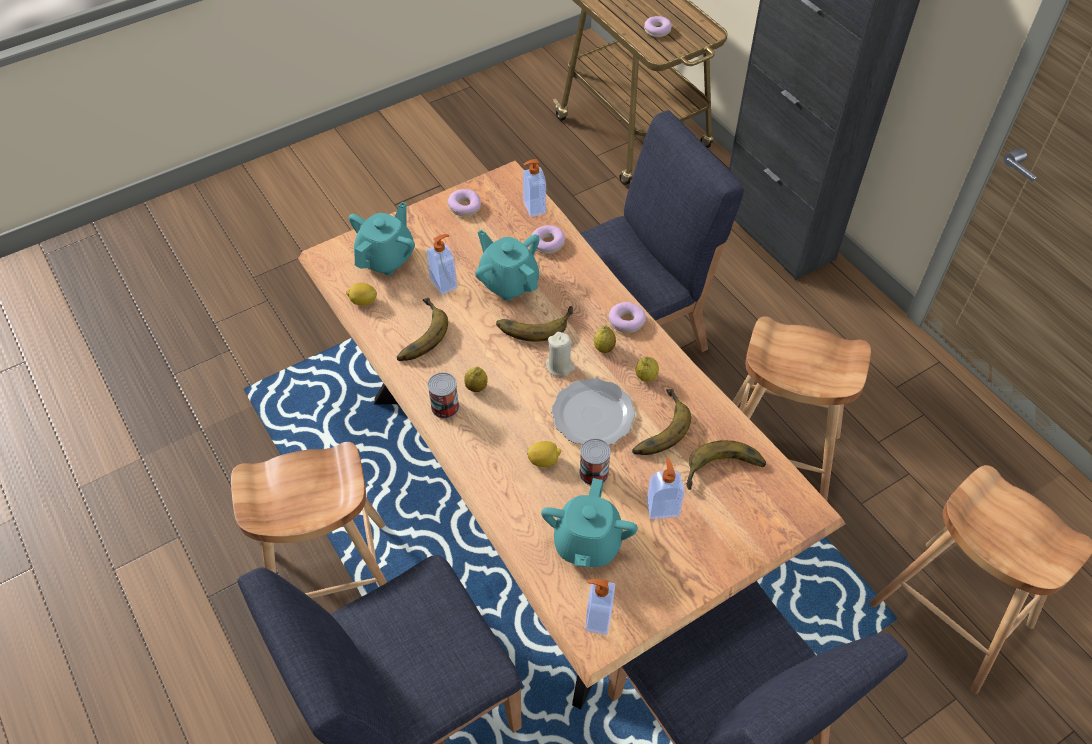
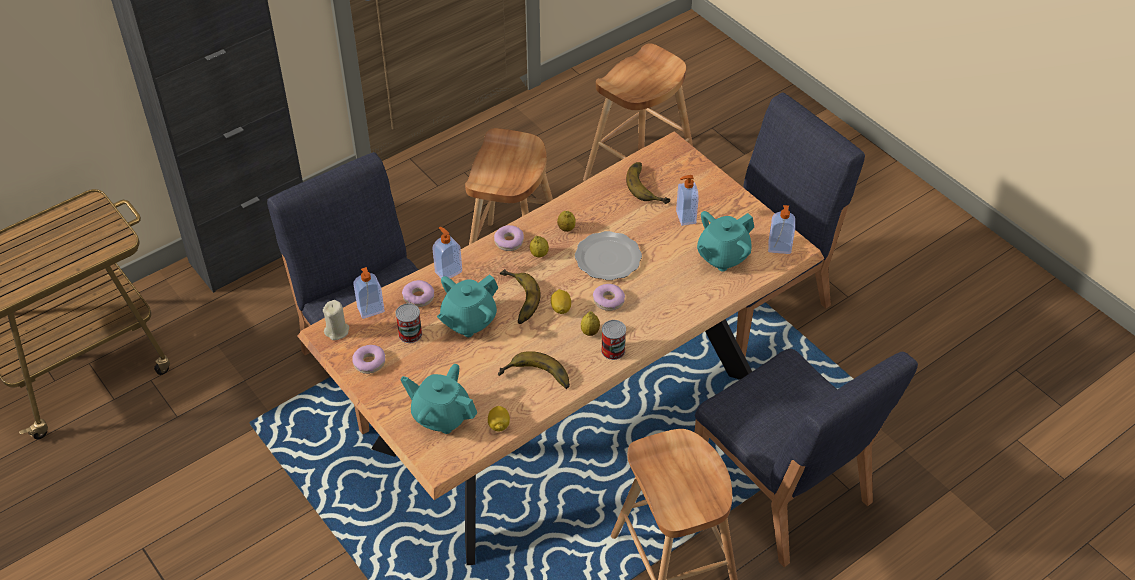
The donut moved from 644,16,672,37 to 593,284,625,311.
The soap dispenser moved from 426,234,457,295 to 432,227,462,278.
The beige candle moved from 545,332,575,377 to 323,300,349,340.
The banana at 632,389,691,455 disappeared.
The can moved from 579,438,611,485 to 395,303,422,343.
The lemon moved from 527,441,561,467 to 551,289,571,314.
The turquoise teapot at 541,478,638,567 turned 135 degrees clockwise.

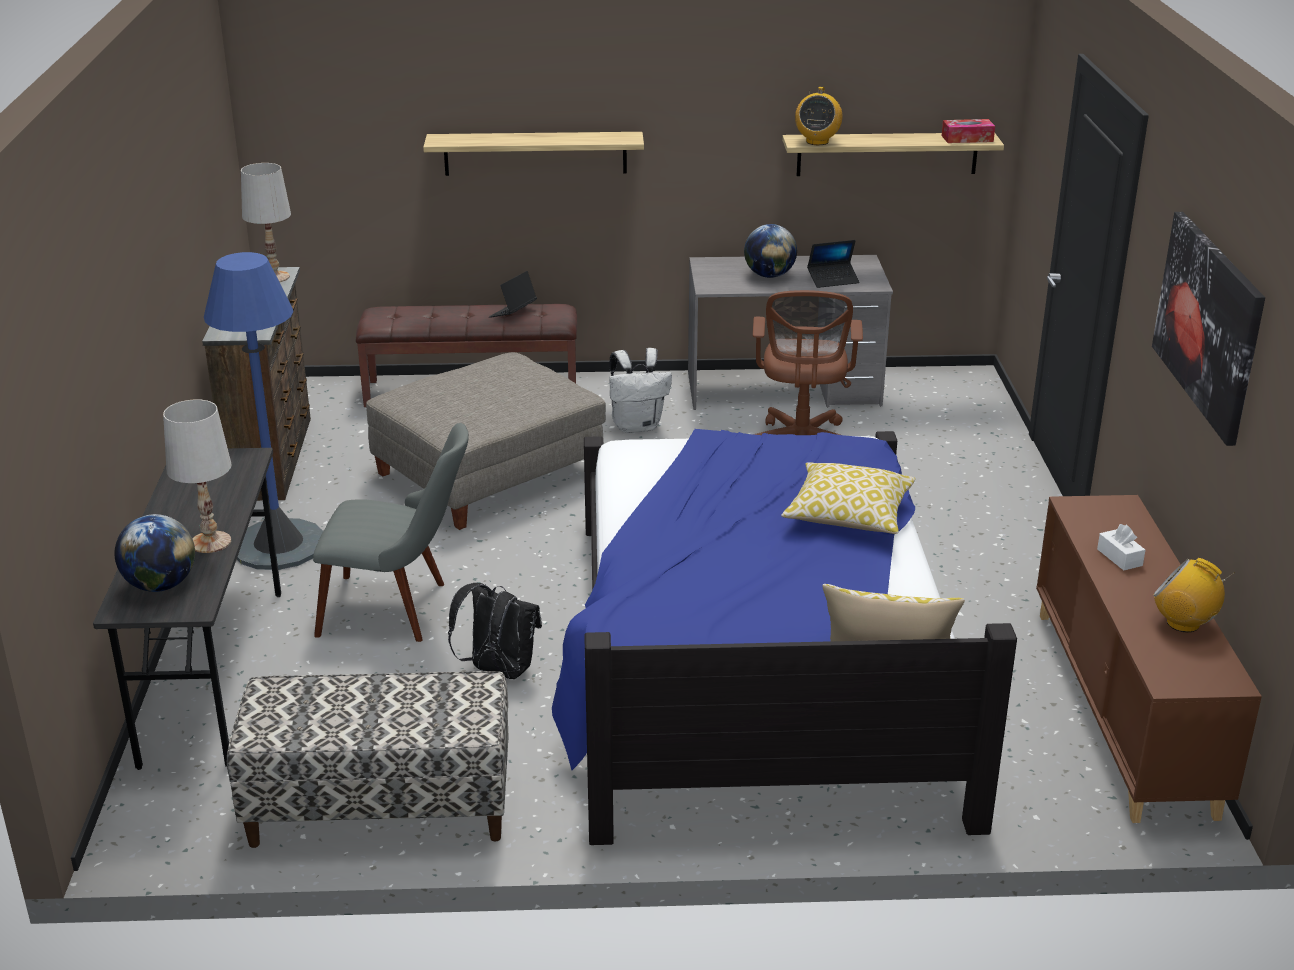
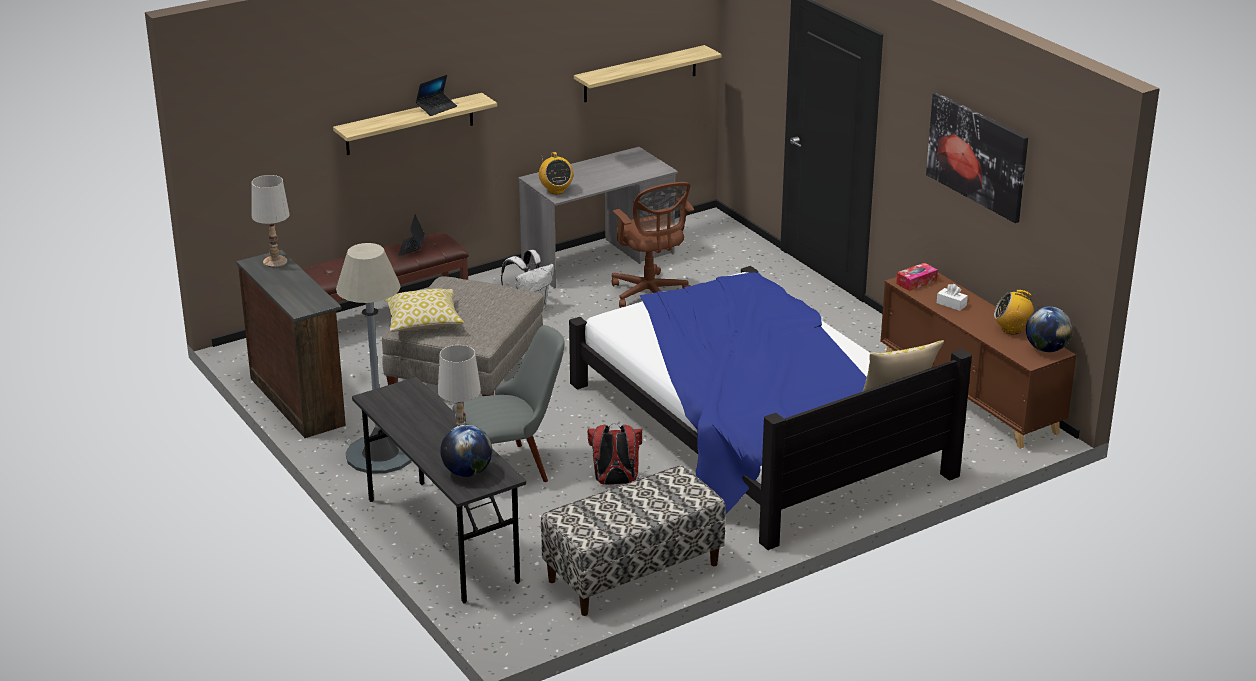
The radio moved from 795,87,843,145 to 539,152,573,194.
The tissue box moved from 942,119,995,143 to 896,263,938,291.
The globe moved from 744,224,797,278 to 1026,307,1072,352.
The laptop moved from 807,240,860,288 to 416,75,457,116.
The blue floor lamp at 204,252,323,570 became the grey floor lamp at 336,243,412,474.
The pillow moved from 781,462,915,534 to 384,288,464,332.
The black backpack at 448,583,542,679 became the red backpack at 587,424,642,485.

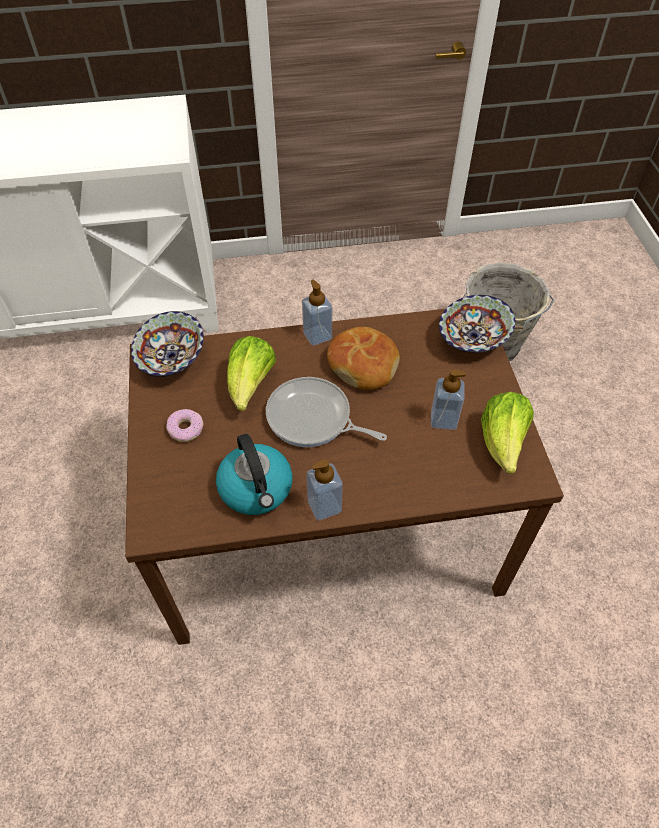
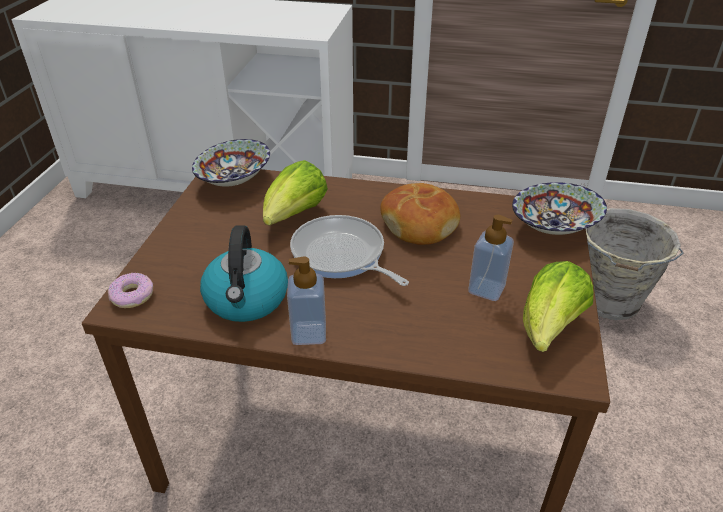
The soap dispenser at 302,280,332,346 disappeared.
The donut moved from 166,409,204,442 to 108,273,153,308.

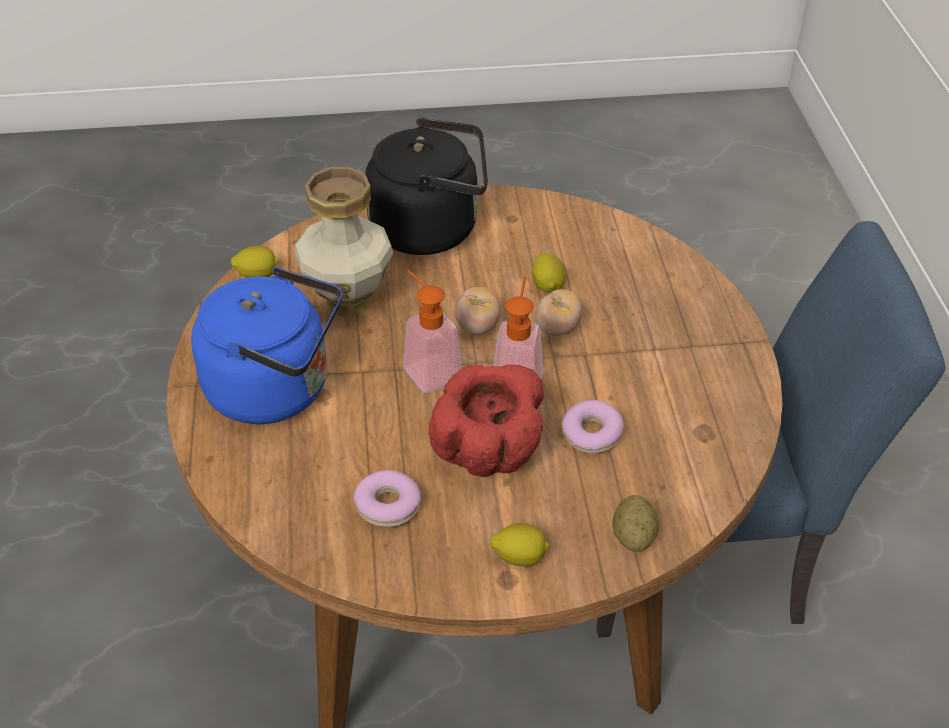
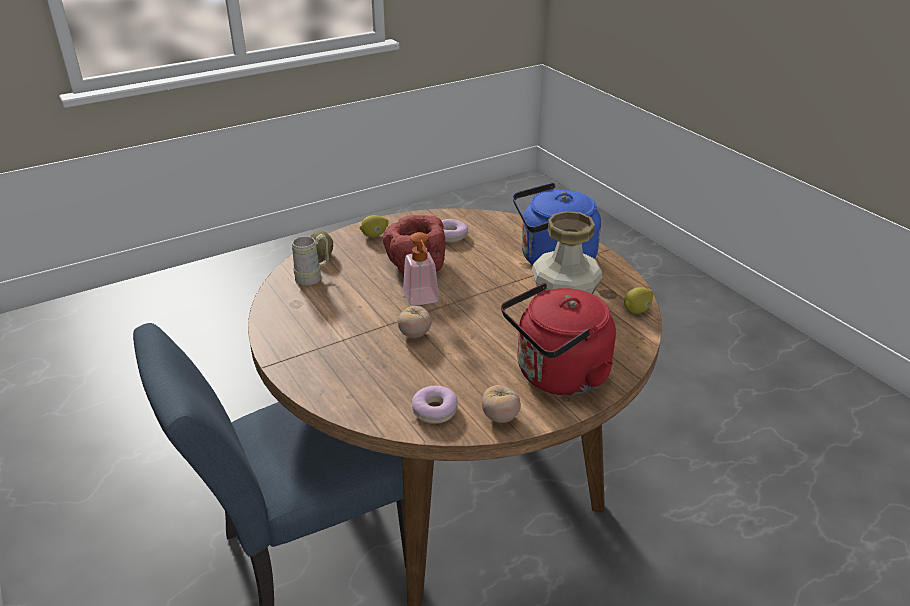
The black kettle at 365,118,488,255 became the red kettle at 501,283,616,396.
The lemon at 532,253,566,293 disappeared.
The soap dispenser at 403,269,462,393 disappeared.
The tomato moved from 454,287,501,335 to 482,385,521,423.
The donut moved from 562,400,624,454 to 412,386,458,424.
The beige mug at 292,234,329,286 appeared.

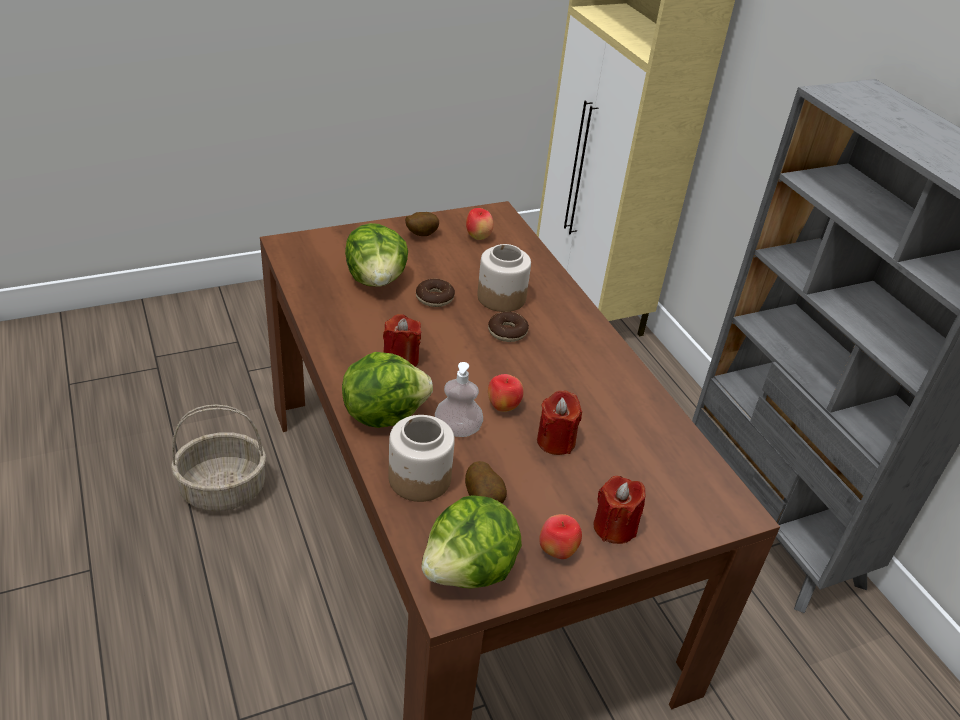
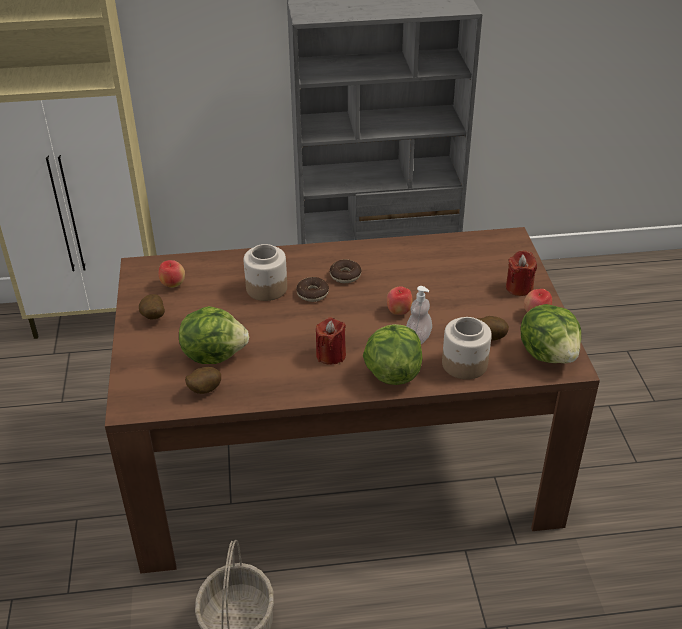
The donut moved from 416,279,455,307 to 330,259,362,283.
The red candle at 537,390,582,455 disappeared.
The potato at 185,367,221,394 appeared.

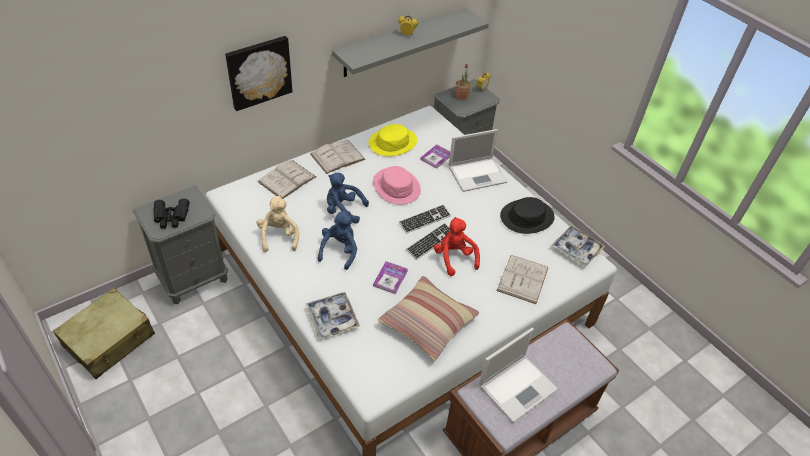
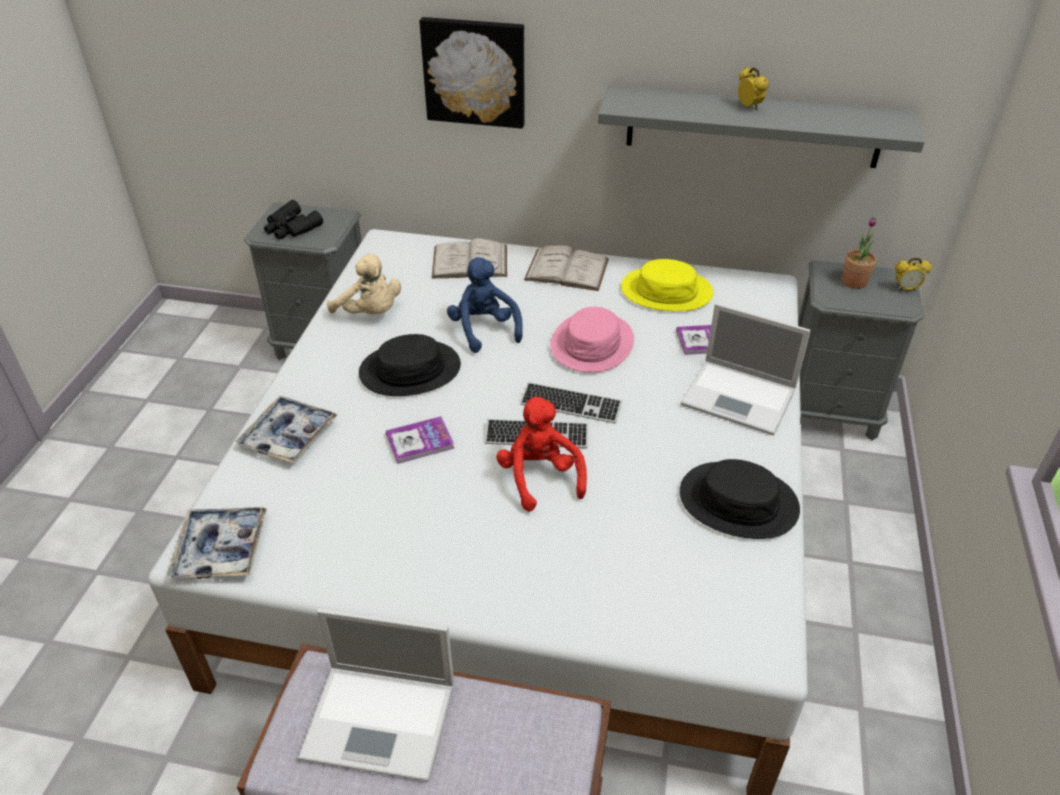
The beige plush toy at 256,195,299,252 turned 90 degrees clockwise.
The blue plush toy at 318,211,357,270 was replaced by the black hat at 359,334,461,396.
The red plush toy at 434,217,480,276 turned 45 degrees counterclockwise.
The tray moved from 552,226,605,266 to 167,507,267,579.
The white book at 497,255,549,304 disappeared.
The pillow at 378,276,479,361 disappeared.
The beige suitcase at 53,288,155,379 disappeared.

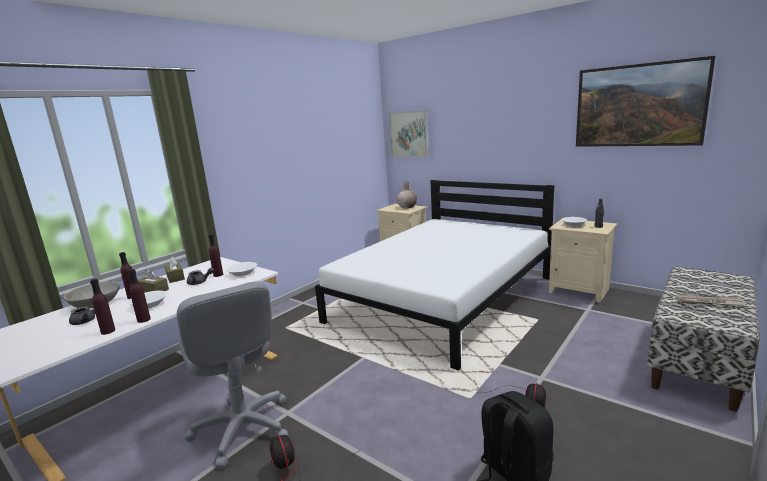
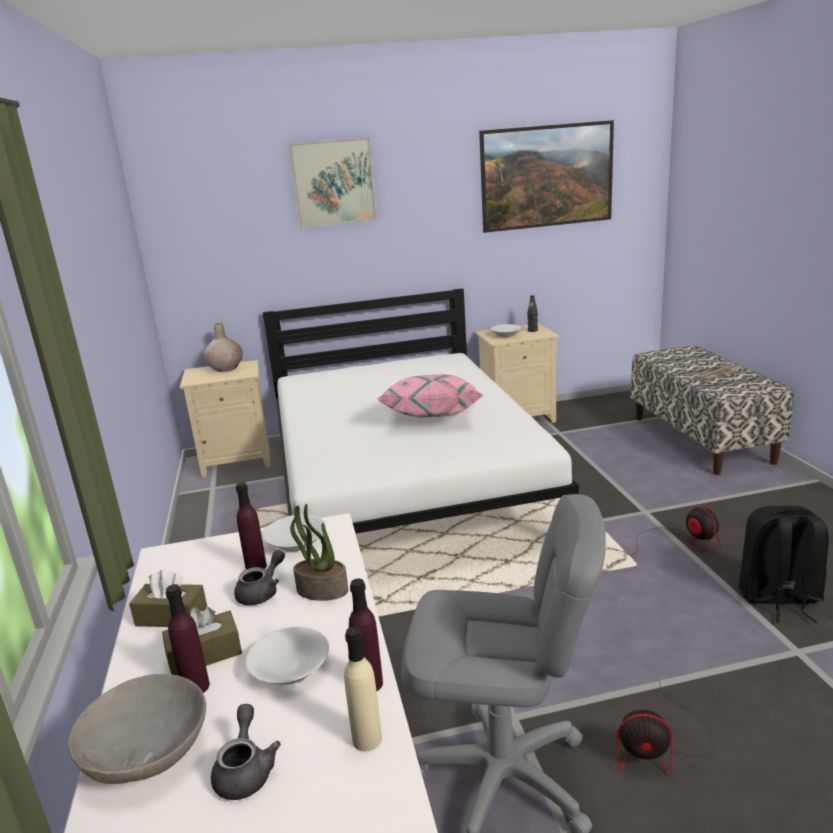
The picture moved from 389,110,429,157 to 288,137,377,228.
The purple bottle at 90,279,115,335 became the beige bottle at 344,626,382,752.
The pink pillow at 378,374,483,417 appeared.
The potted plant at 290,504,348,601 appeared.

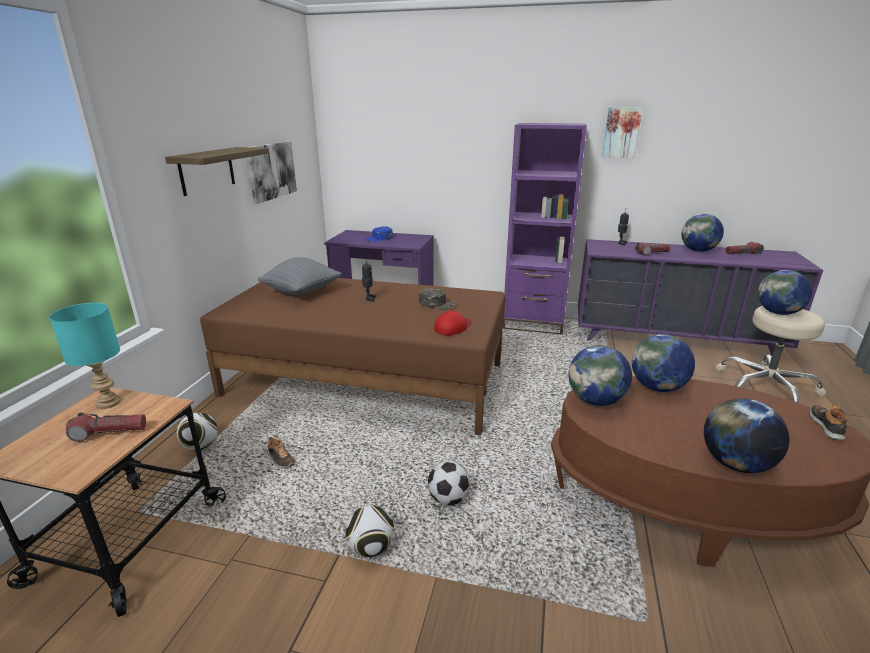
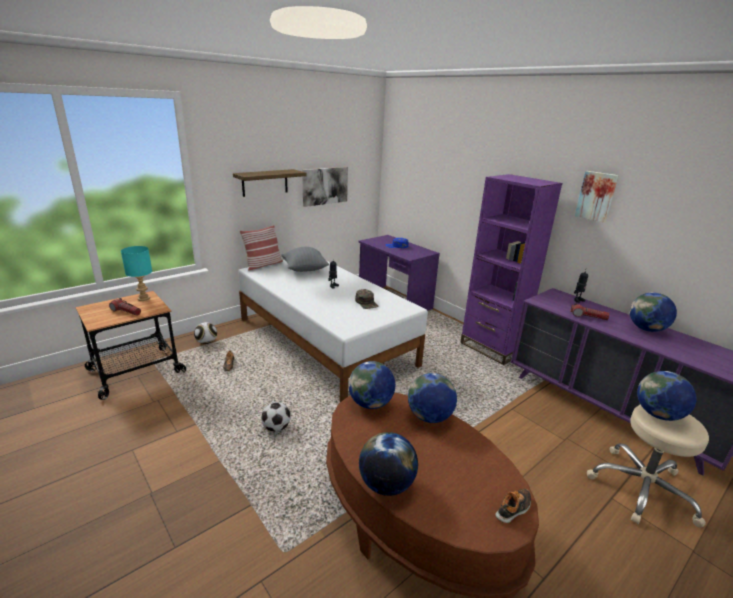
The flashlight at 726,242,764,254 disappeared.
The brown bed at 200,278,506,435 became the white bed at 238,260,428,402.
The red cap at 434,310,472,335 disappeared.
The football at 346,505,394,557 disappeared.
The pillow at 240,225,283,271 appeared.

